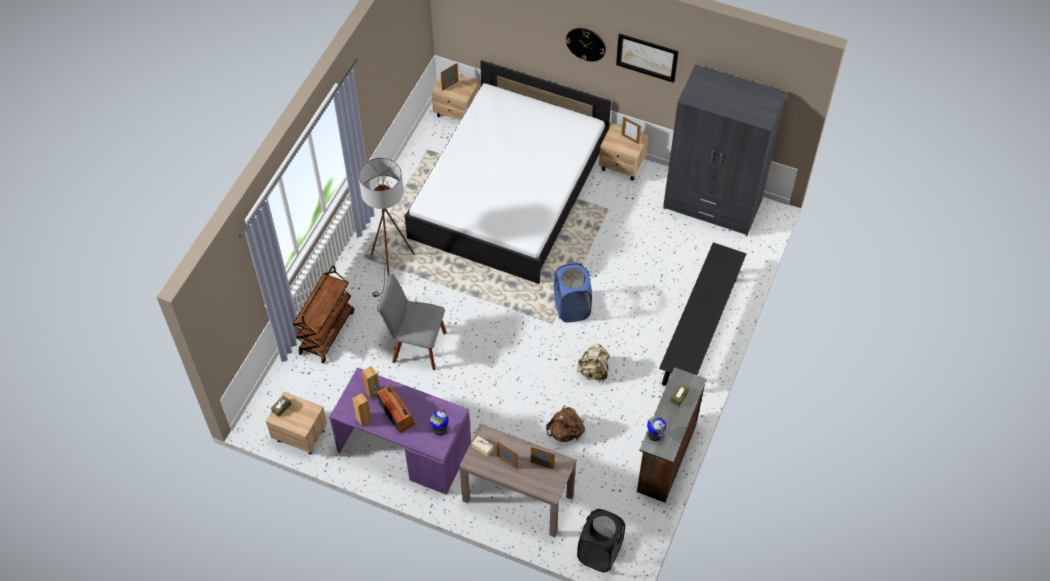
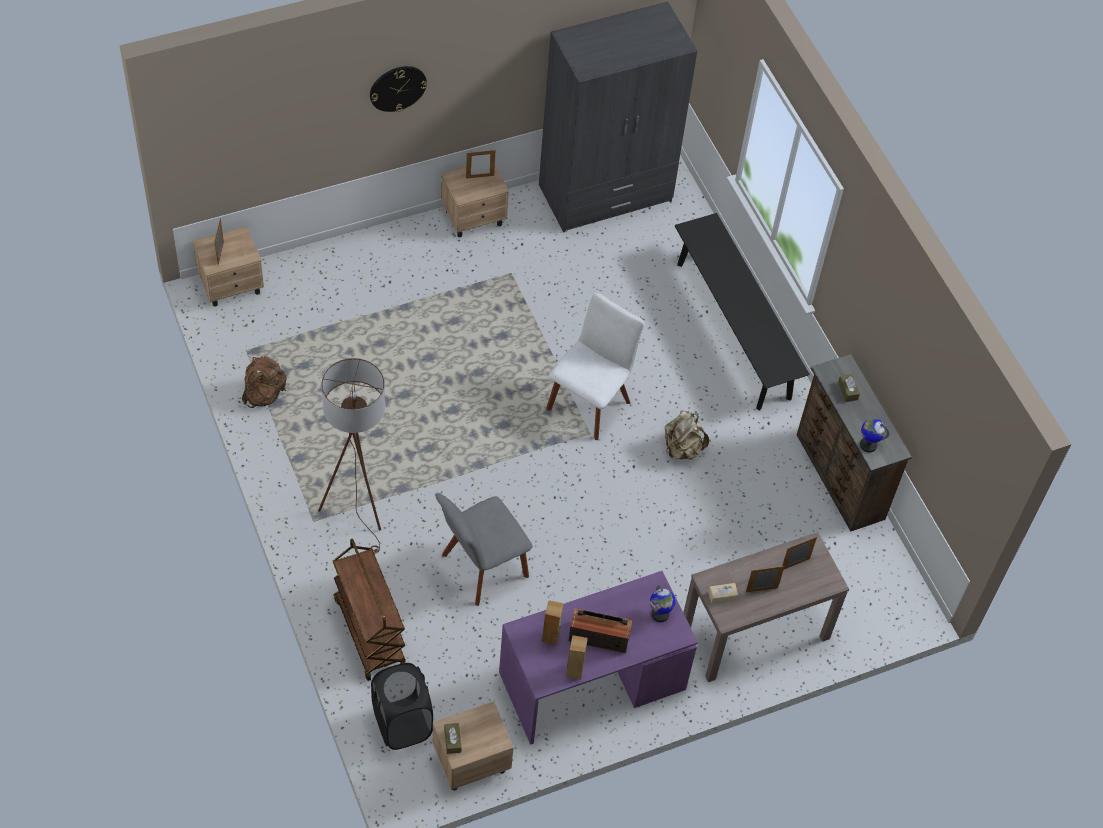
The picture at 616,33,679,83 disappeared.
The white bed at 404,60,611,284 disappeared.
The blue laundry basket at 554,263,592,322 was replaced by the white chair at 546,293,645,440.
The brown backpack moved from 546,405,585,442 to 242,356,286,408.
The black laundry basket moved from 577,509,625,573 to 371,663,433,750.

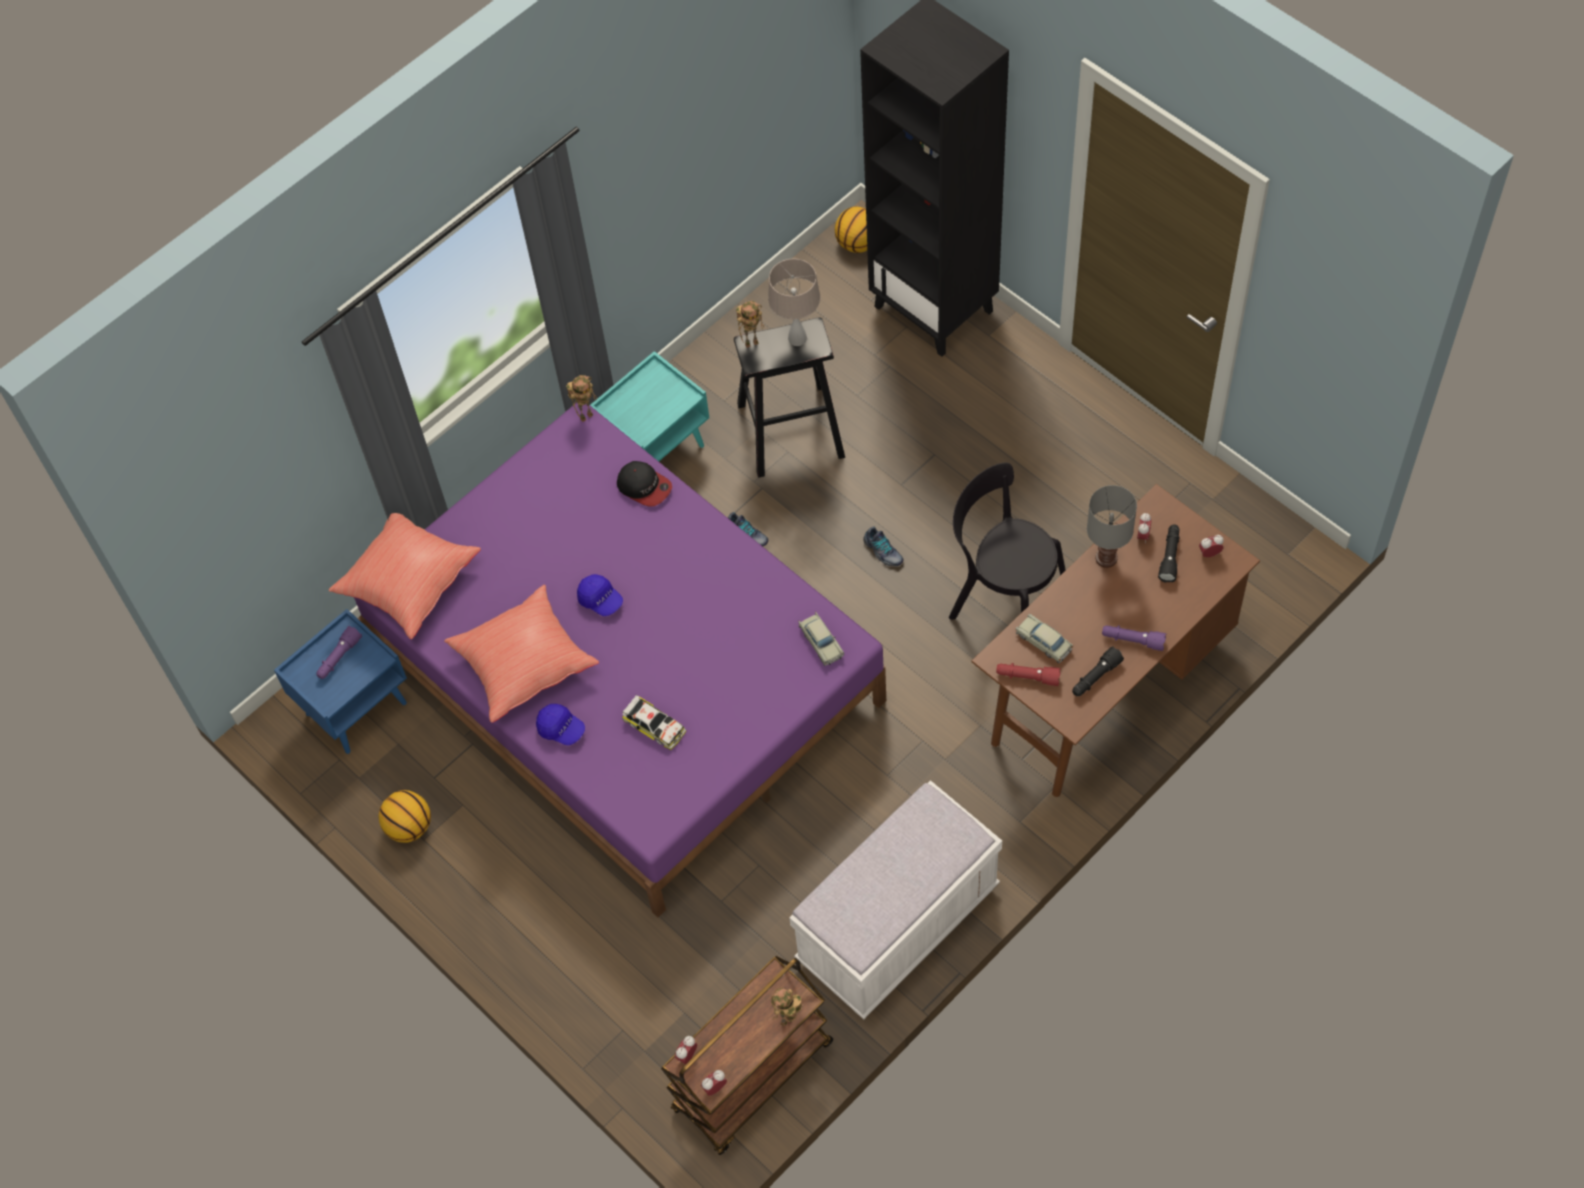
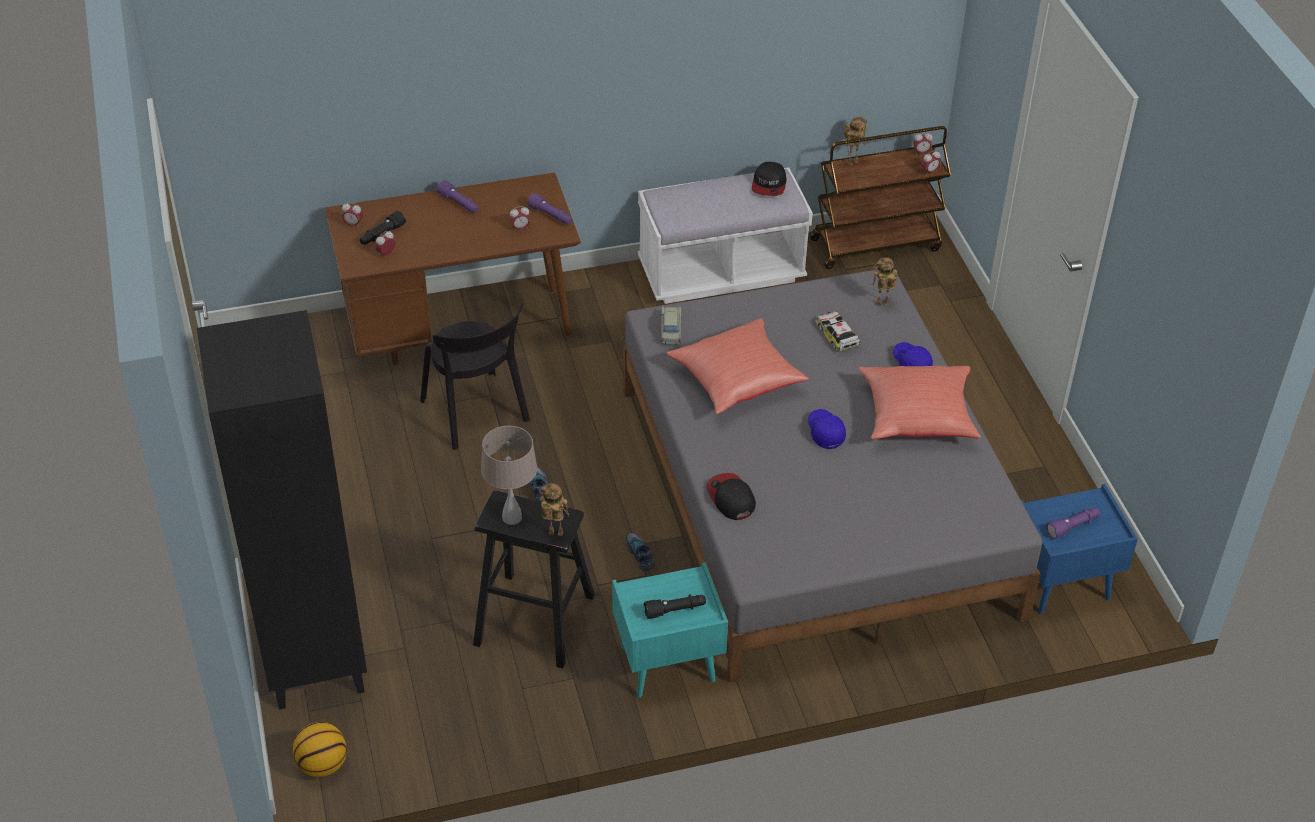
The toy robot moved from 566,375,597,422 to 871,257,898,306.
The purple bed at 354,402,886,917 became the grey bed at 623,269,1042,683.
The grey table lamp at 1087,485,1137,568 disappeared.
The red pillow moved from 329,513,481,639 to 666,318,809,415.
The beige toy car at 1016,613,1073,663 was replaced by the alarm clock at 510,206,530,232.
The black flashlight moved from 1072,646,1124,696 to 644,594,706,619.
The red flashlight at 996,663,1061,686 became the purple flashlight at 527,193,572,224.
The basketball at 379,790,431,843 disappeared.
The cap at 752,162,786,196 appeared.

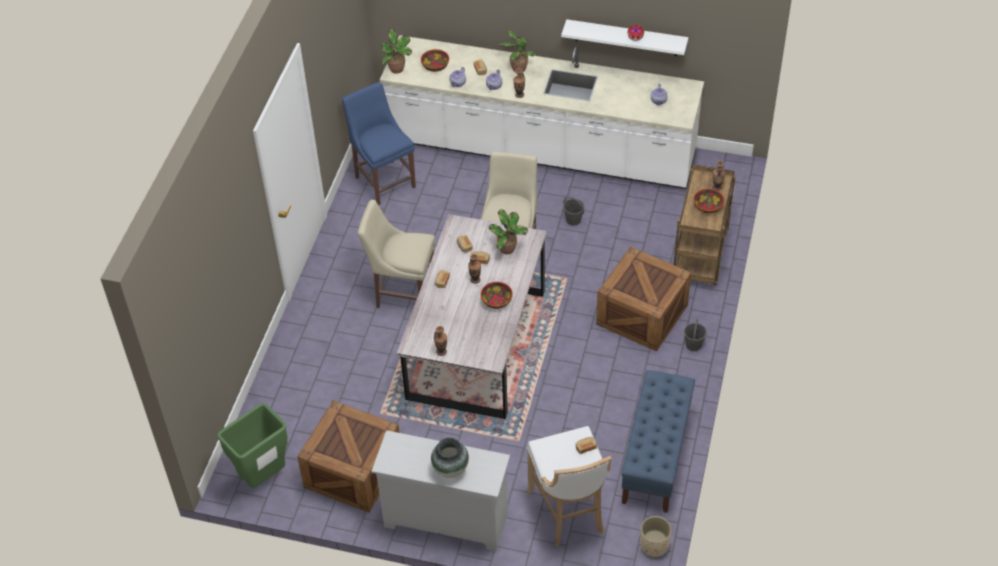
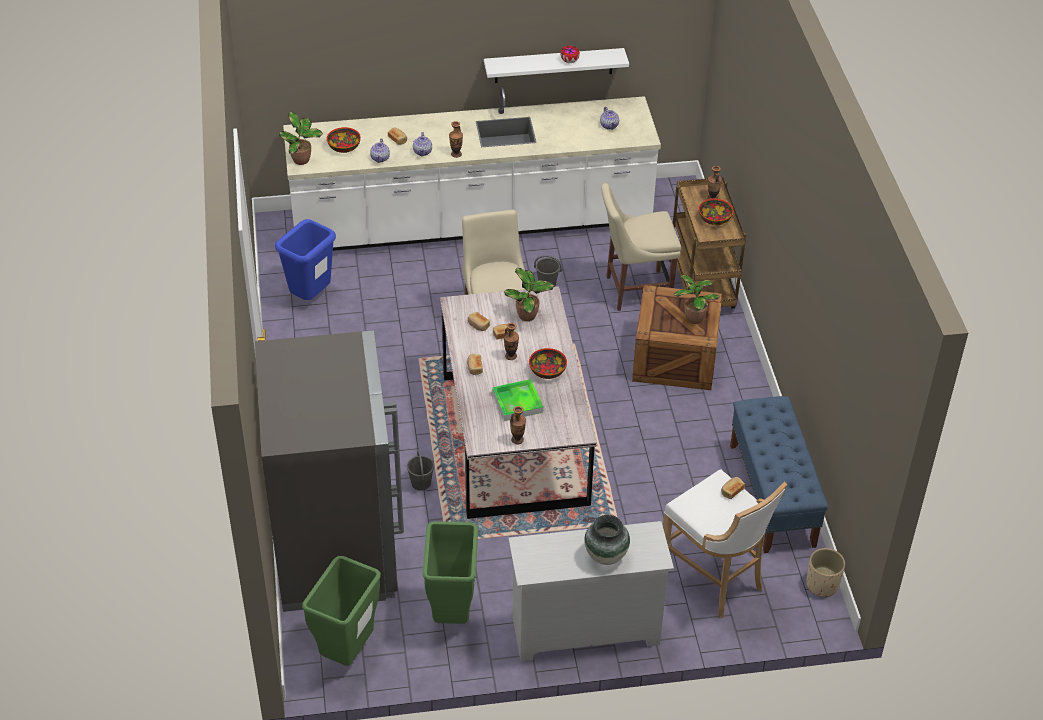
The potted plant moved from 499,30,536,72 to 673,275,720,324.
The blue chair at 342,82,416,205 was replaced by the blue trash can at 275,219,336,300.
The beige chair moved from 358,200,435,308 to 601,183,681,311.
The grey bucket moved from 684,319,707,351 to 407,450,434,491.
The crate at 297,401,400,512 was replaced by the green trash can at 422,521,478,624.
The grey fridge at 255,330,404,612 appeared.
The tray at 492,379,543,421 appeared.

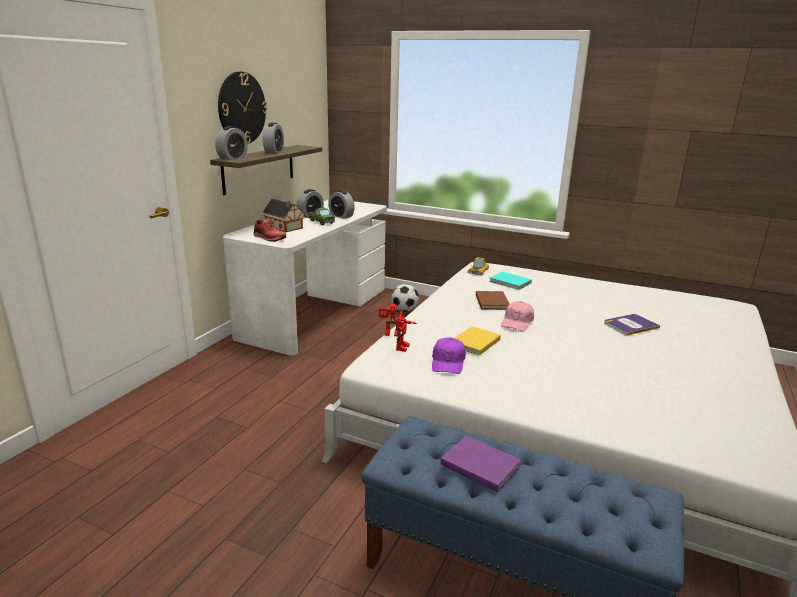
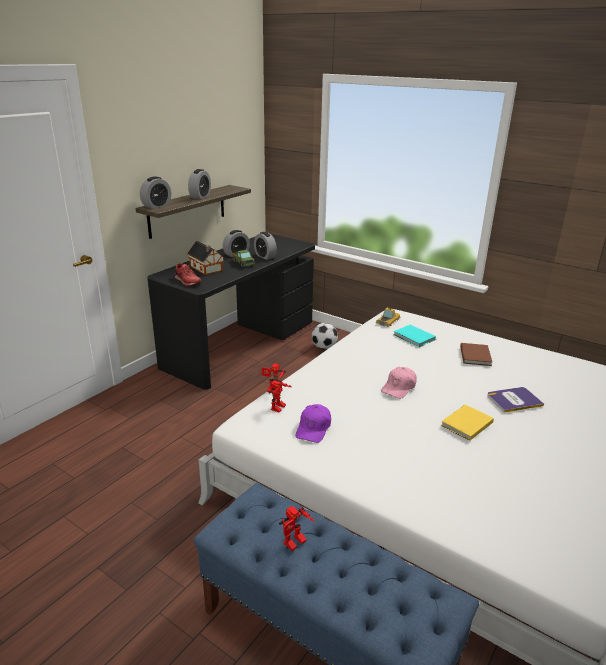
The wall clock at 218,72,268,144 disappeared.
The white desk at 223,200,387,356 became the black desk at 147,233,315,390.
The brown book moved from 476,291,510,310 to 460,343,492,366.
The yellow book moved from 455,326,501,356 to 441,404,494,441.
The purple book at 441,436,521,492 was replaced by the toy robot at 279,506,315,551.

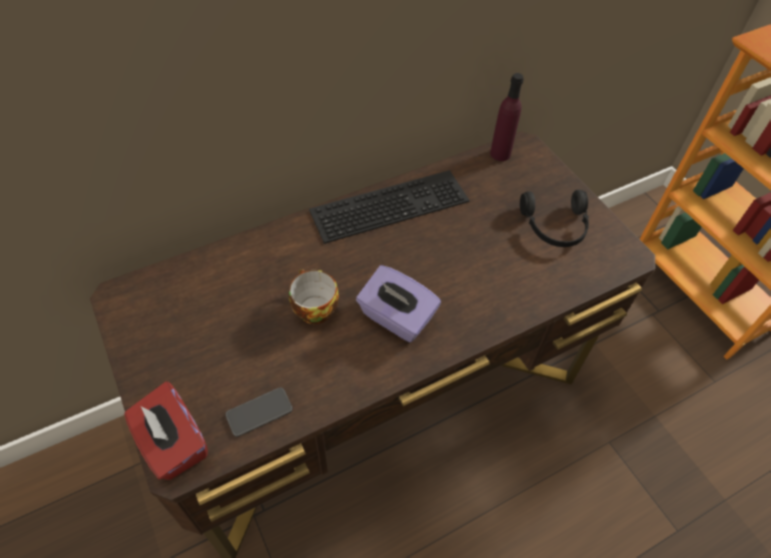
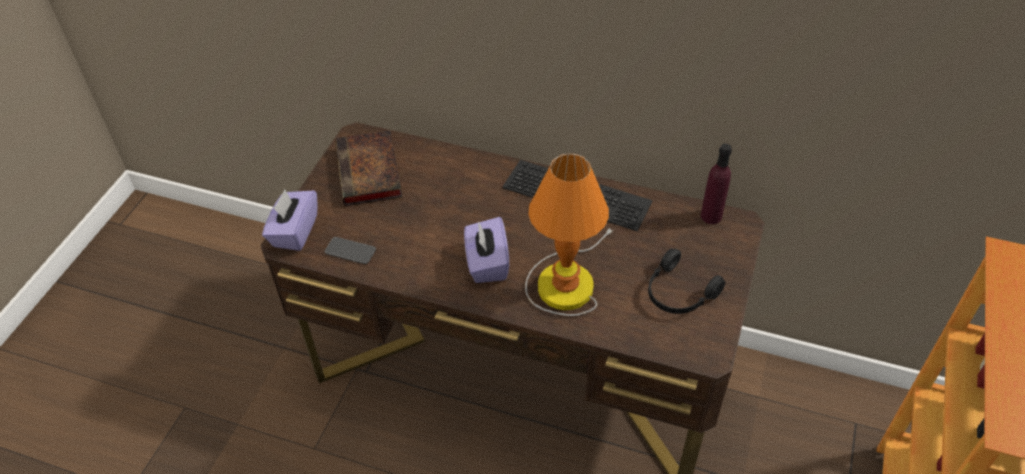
The cup at 289,269,339,324 disappeared.
The red tissue box at 124,382,208,480 became the purple tissue box at 262,190,318,251.
The book at 335,131,402,206 appeared.
The table lamp at 525,154,613,316 appeared.

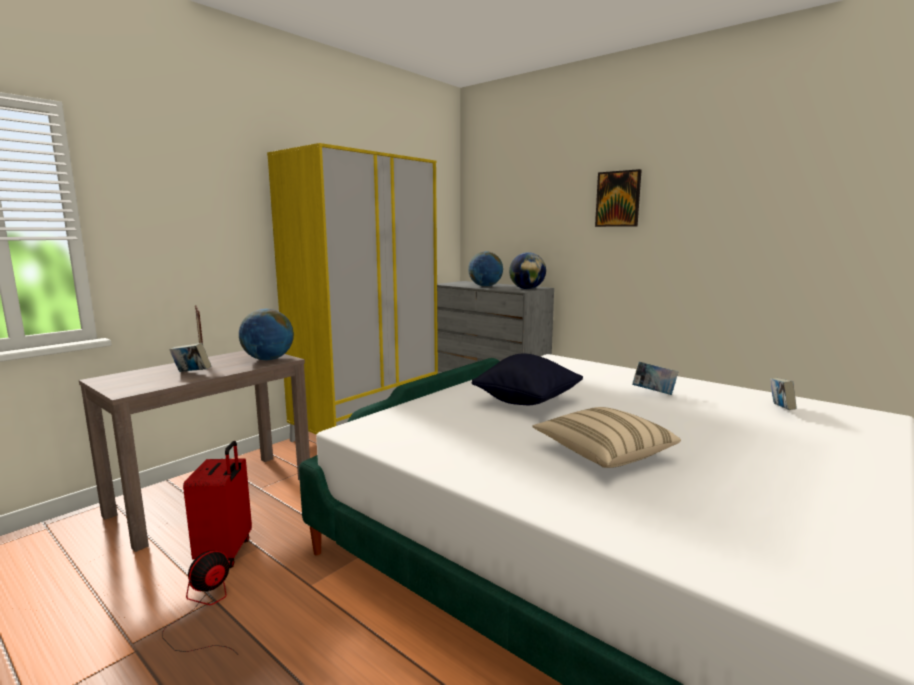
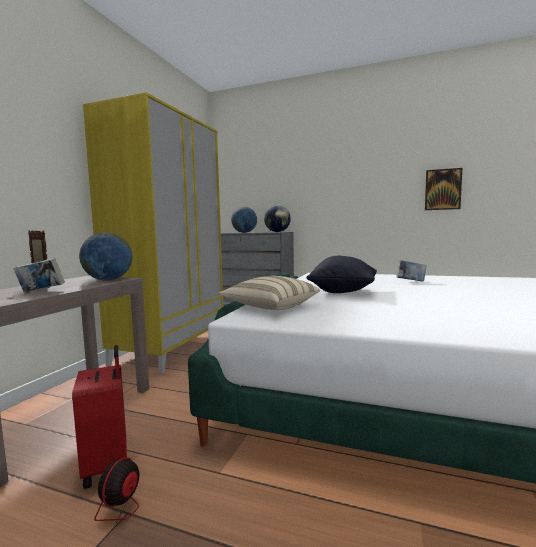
The picture moved from 595,169,642,227 to 425,168,462,210.
The book at 770,378,797,410 disappeared.
The beige pillow moved from 533,407,681,468 to 218,276,320,310.

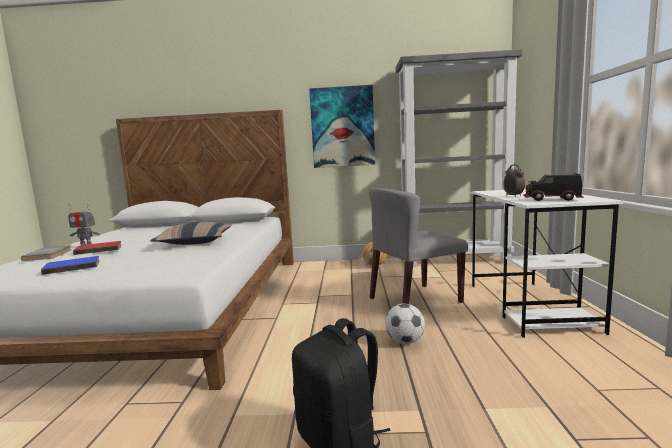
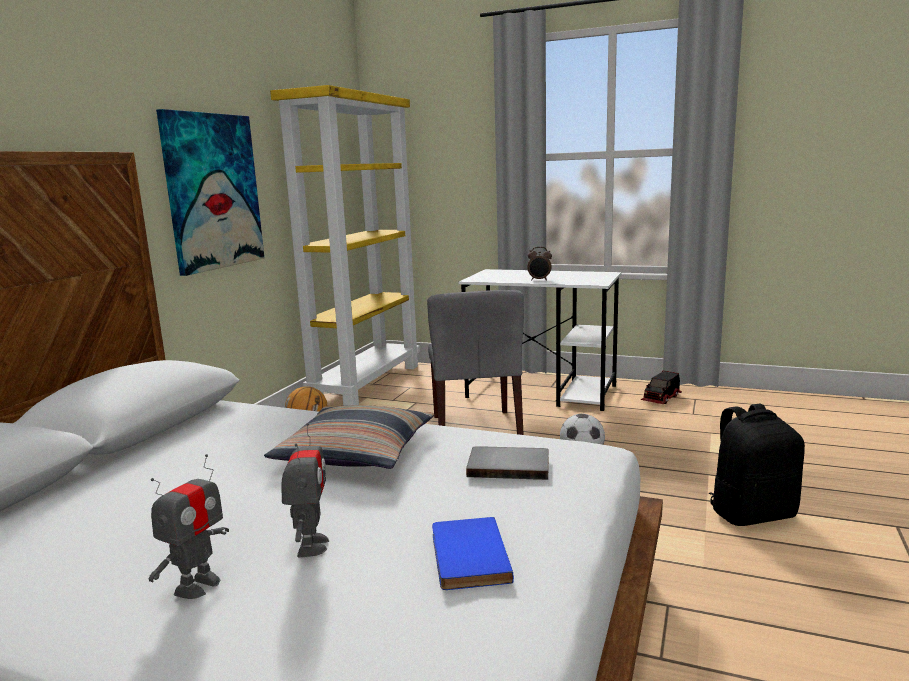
The grey bookcase at 395,49,522,267 became the yellow bookcase at 270,85,420,406.
The toy truck moved from 524,173,584,201 to 640,370,682,404.
The red book at 73,241,122,255 was replaced by the toy robot at 281,423,329,557.
The grey book moved from 21,245,71,261 to 466,446,549,480.

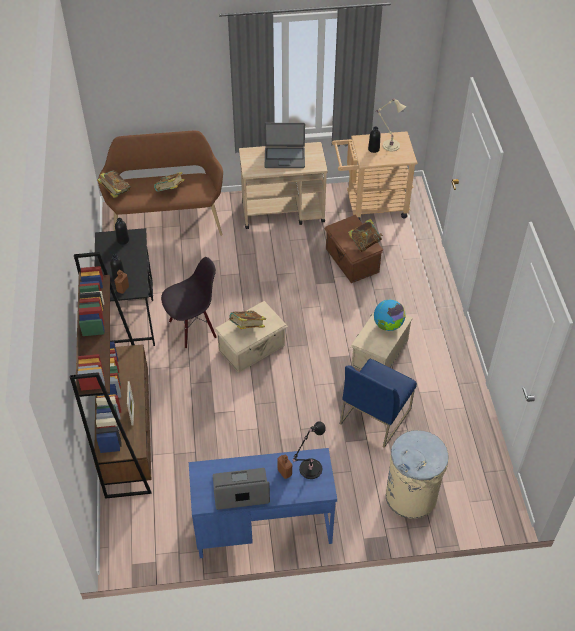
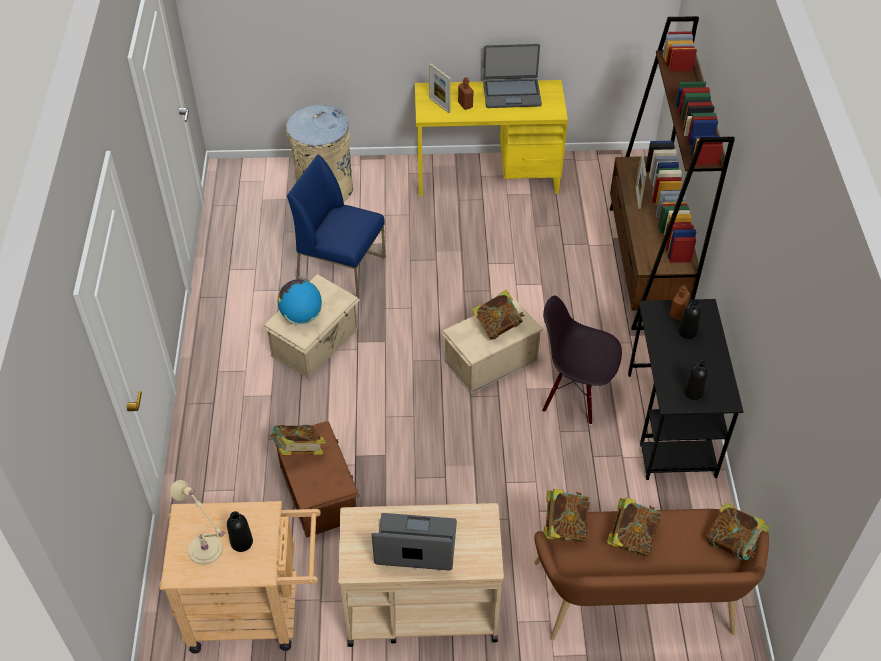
The black chair at 161,257,217,349 turned 45 degrees clockwise.
The blue chair at 340,359,417,448 turned 105 degrees counterclockwise.
The black table lamp at 292,421,326,479 was replaced by the picture frame at 429,63,451,113.
The blue desk at 189,448,337,558 became the yellow desk at 415,80,568,197.
The book at 544,489,590,542 appeared.

